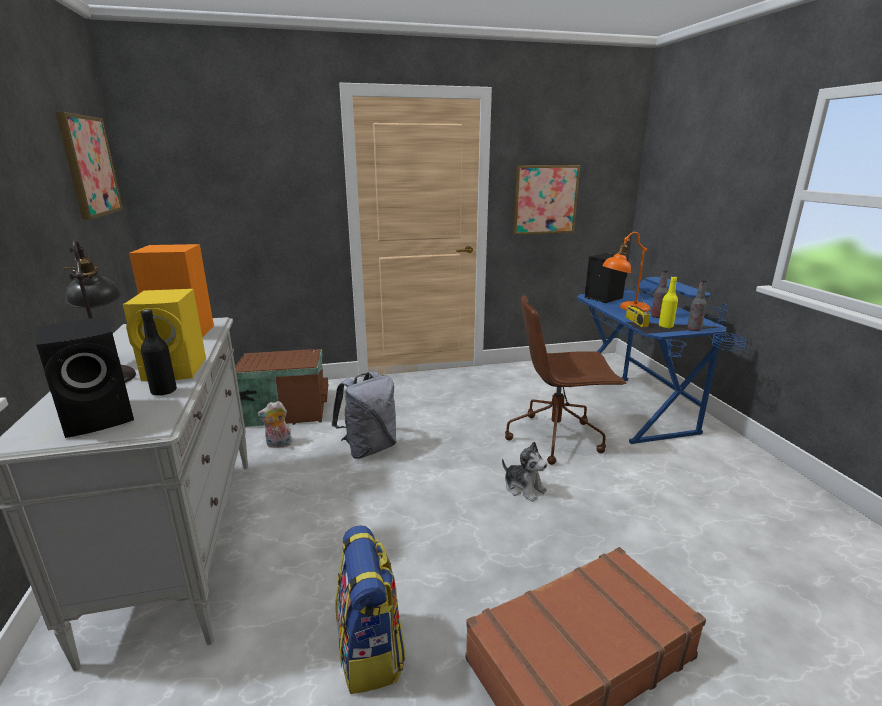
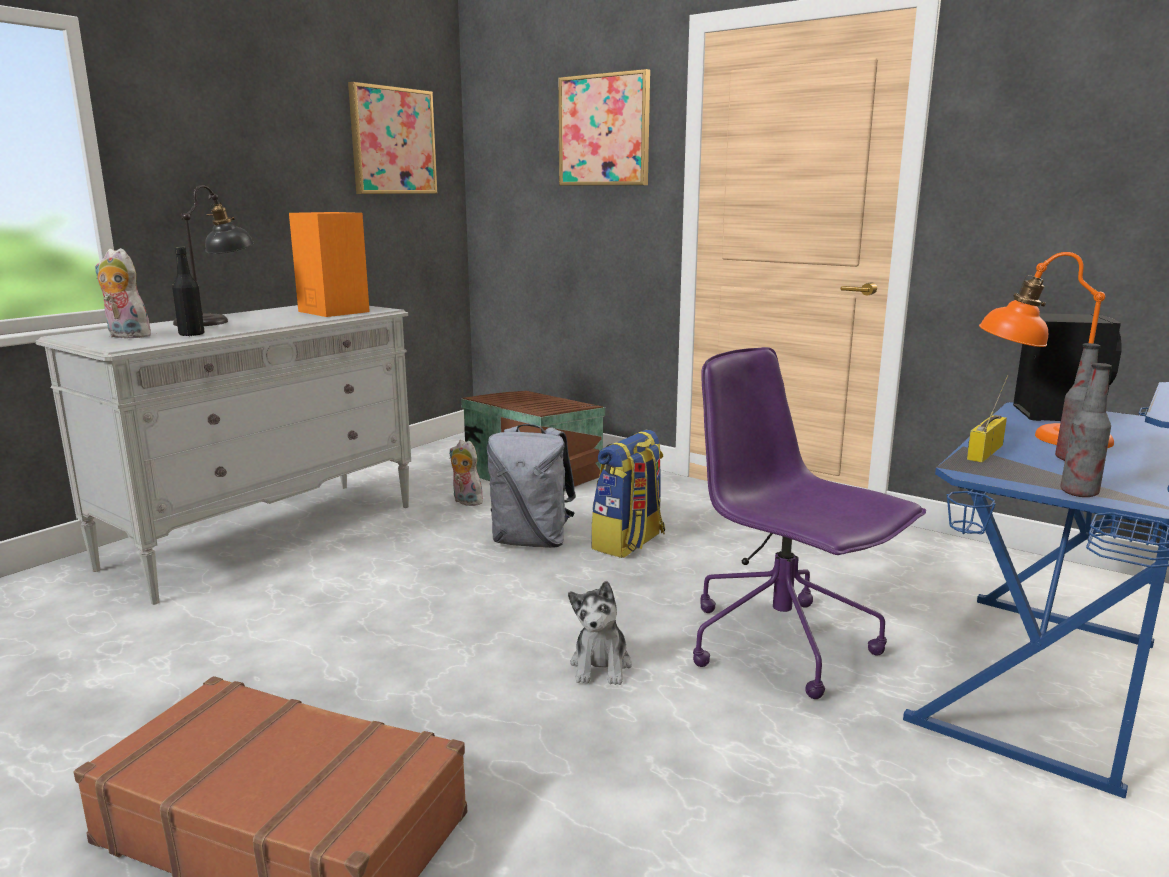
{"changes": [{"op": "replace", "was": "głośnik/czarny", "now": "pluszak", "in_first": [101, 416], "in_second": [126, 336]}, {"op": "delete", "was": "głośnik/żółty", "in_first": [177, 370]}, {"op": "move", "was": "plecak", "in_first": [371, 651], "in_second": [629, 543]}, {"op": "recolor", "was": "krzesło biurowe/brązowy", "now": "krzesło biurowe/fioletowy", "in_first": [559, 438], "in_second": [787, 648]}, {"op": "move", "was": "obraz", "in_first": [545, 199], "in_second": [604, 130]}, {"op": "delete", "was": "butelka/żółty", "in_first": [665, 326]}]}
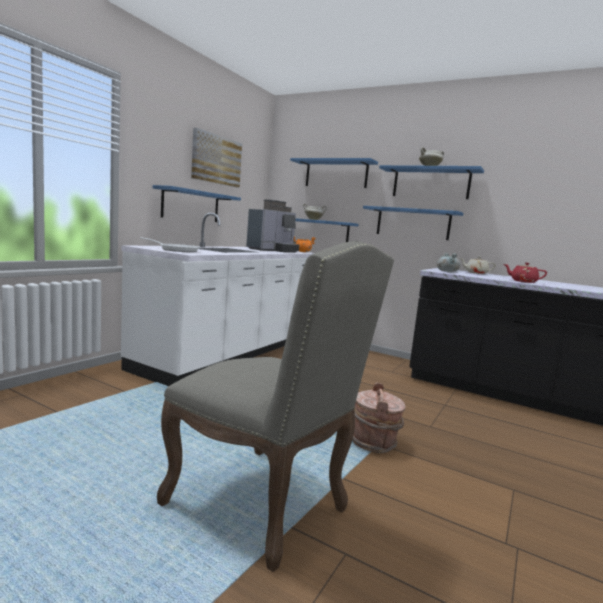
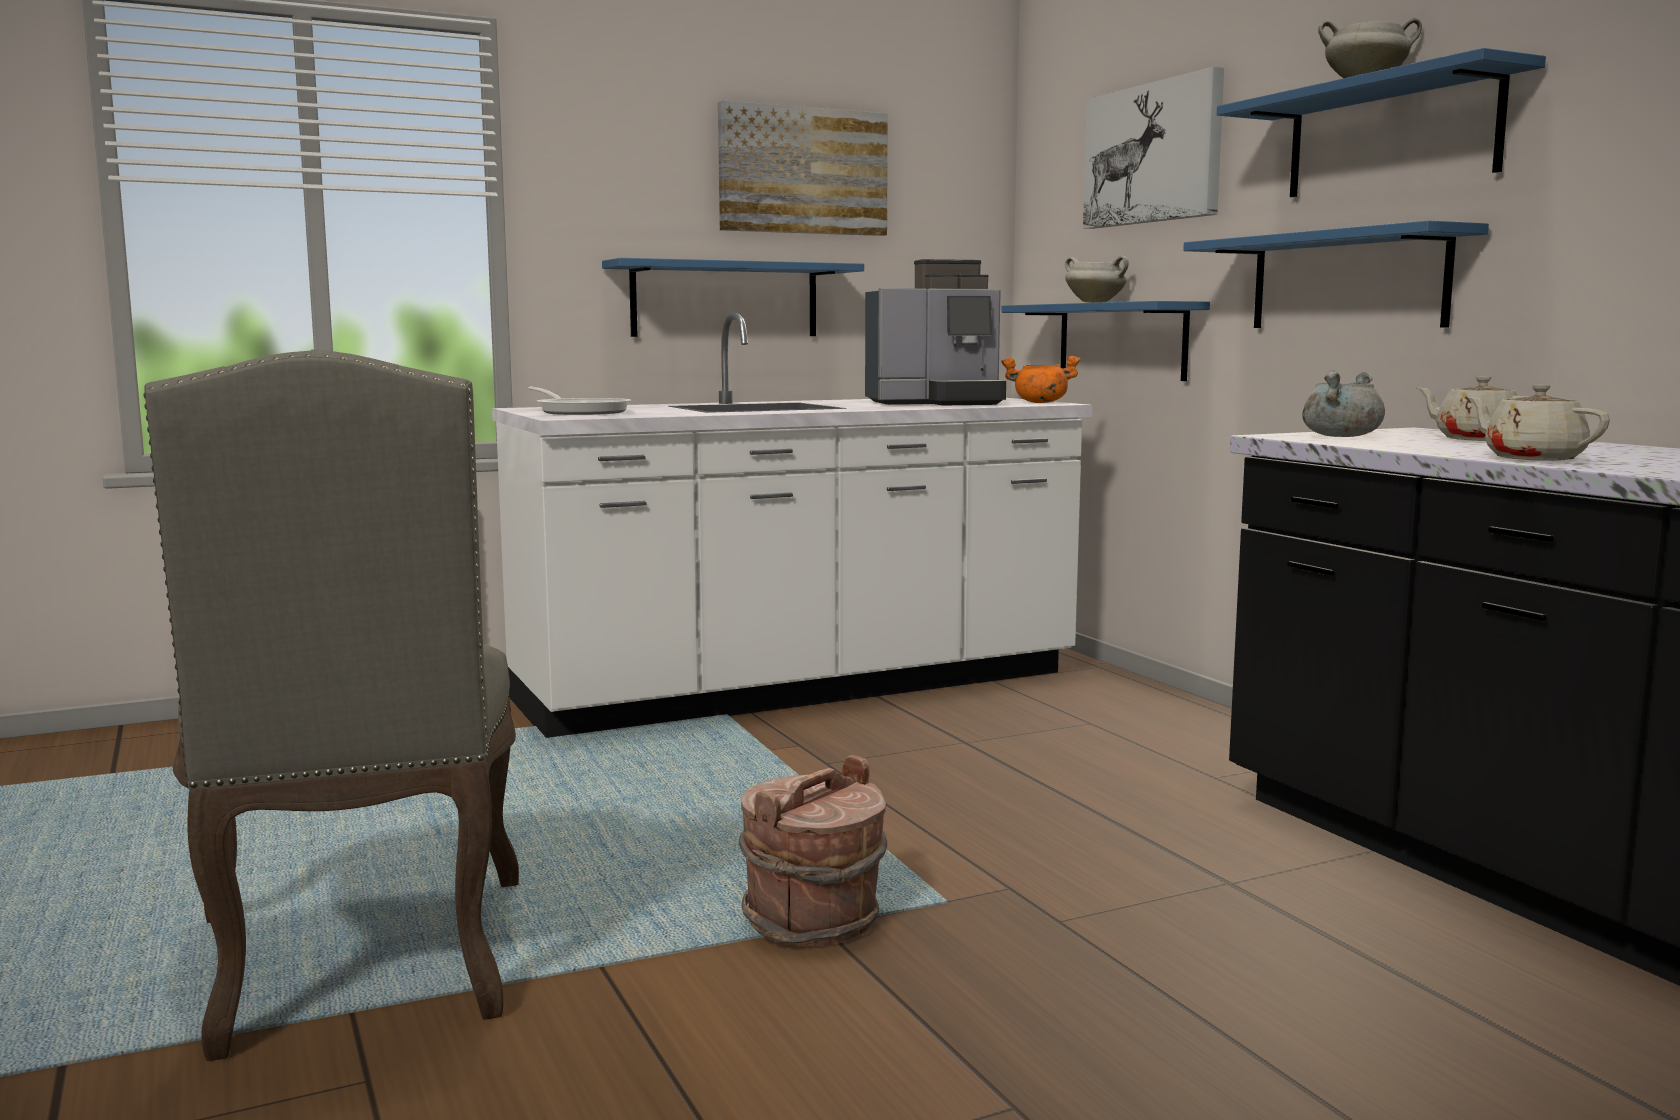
{"changes": [{"op": "replace", "was": "półka/niebieski", "now": "obraz", "in_first": [336, 174], "in_second": [1153, 154]}, {"op": "recolor", "was": "imbryk/czerwony", "now": "imbryk/beżowy", "in_first": [523, 281], "in_second": [1532, 458]}]}
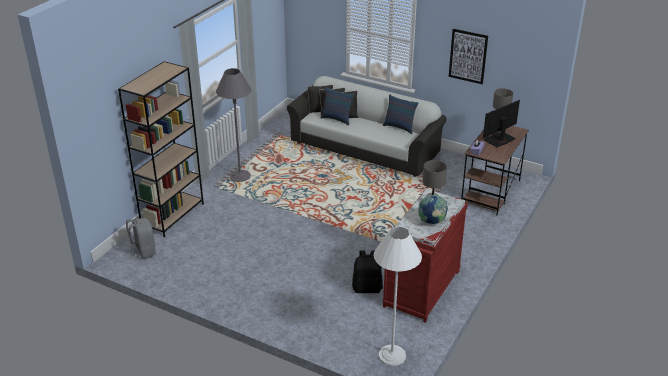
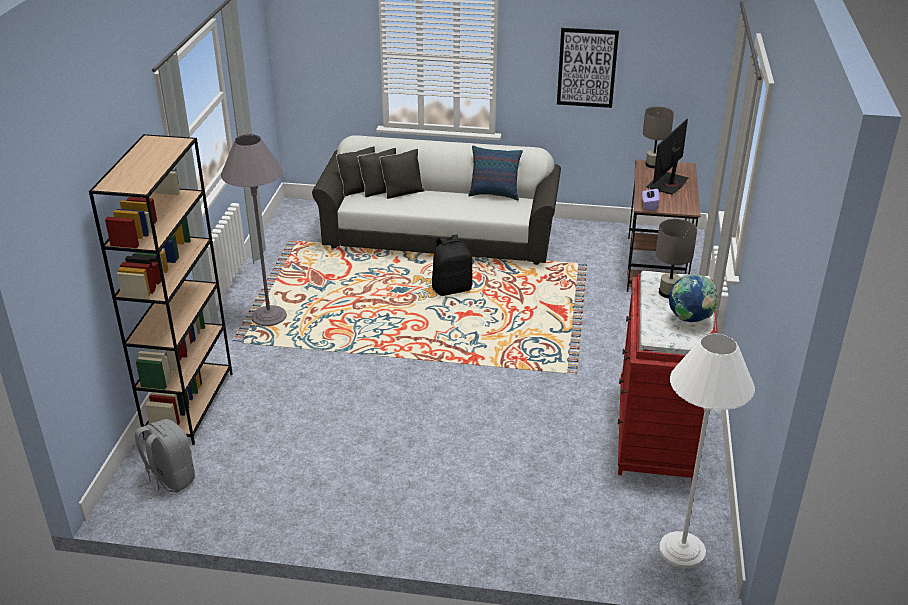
{"changes": [{"op": "delete", "was": "poduszka/niebieski", "in_first": [336, 119]}, {"op": "move", "was": "plecak/czarny", "in_first": [367, 288], "in_second": [452, 288]}]}
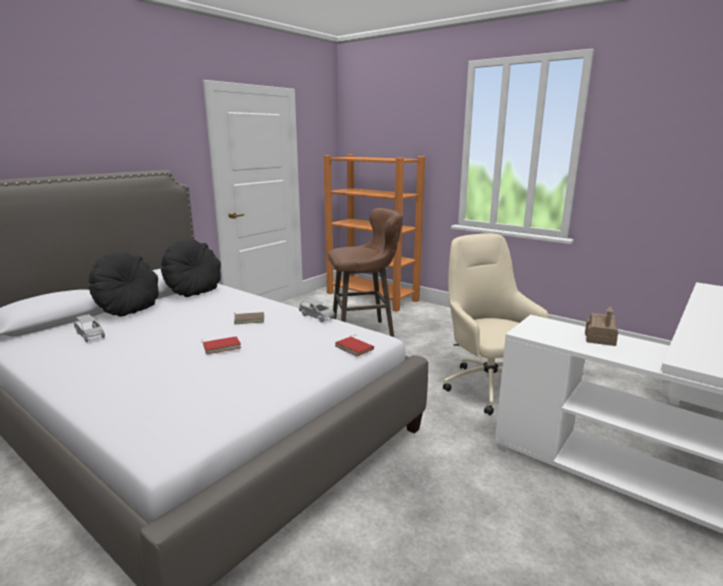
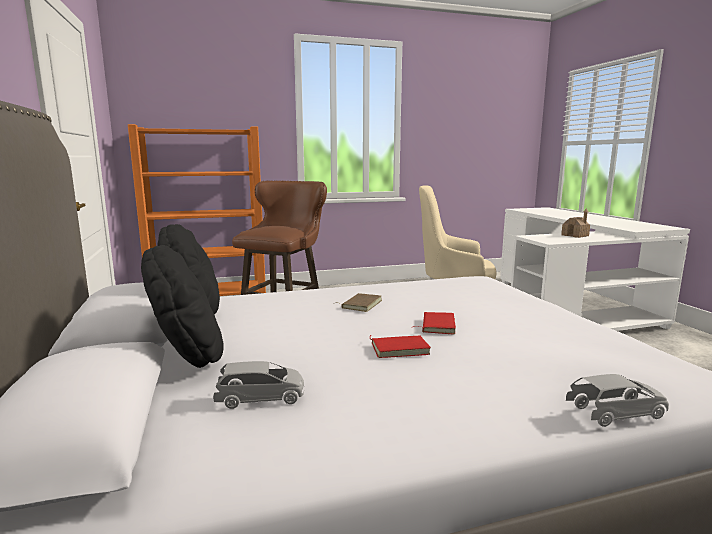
{"changes": [{"op": "move", "was": "samochodzik/szary", "in_first": [317, 317], "in_second": [616, 413]}, {"op": "move", "was": "książka/czerwony", "in_first": [355, 348], "in_second": [399, 349]}]}
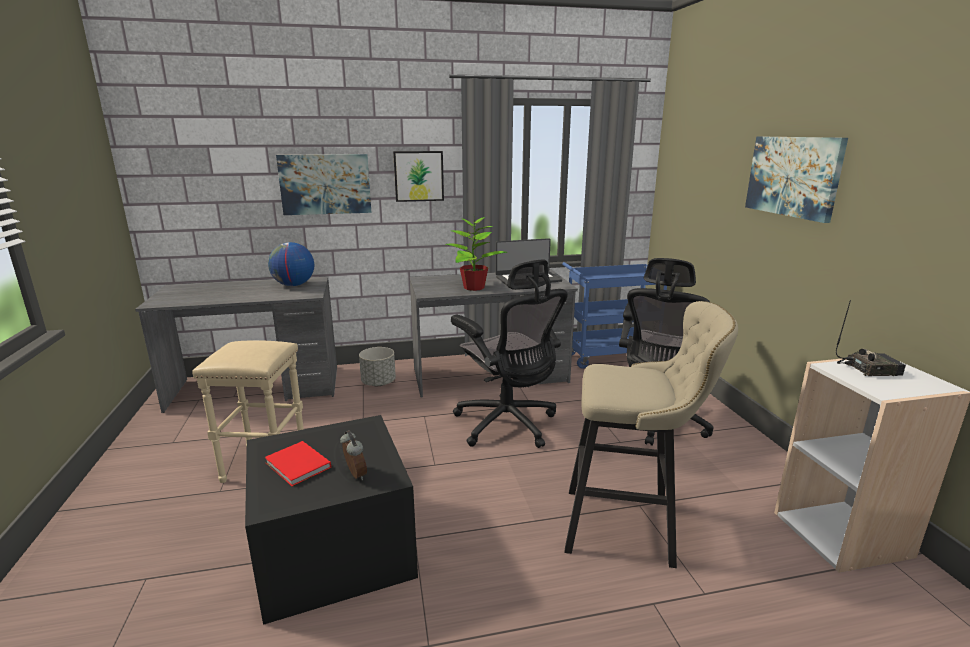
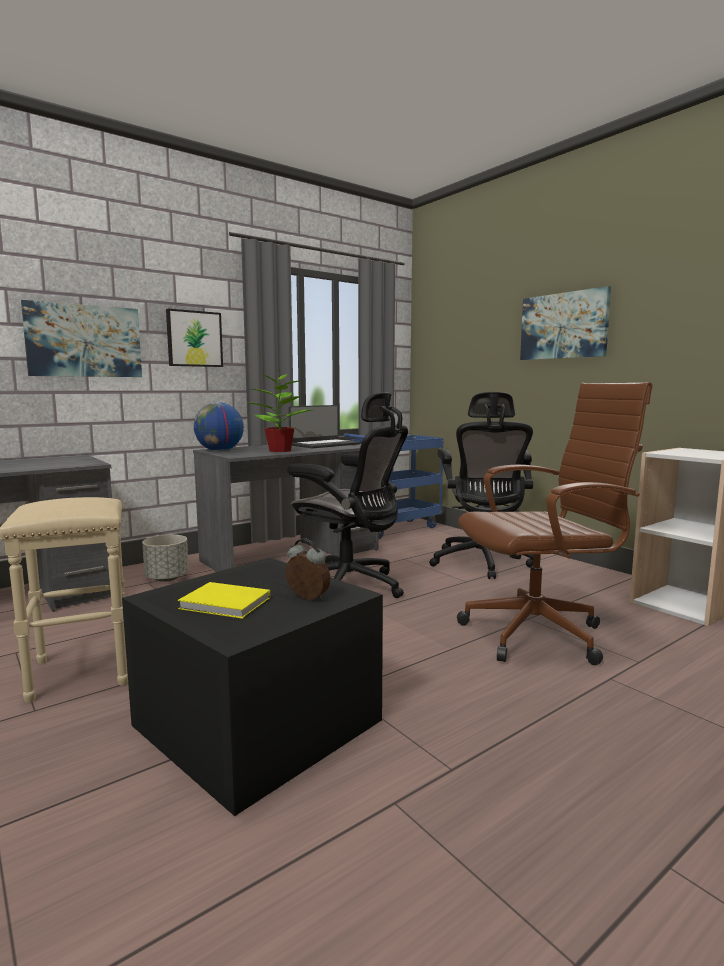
{"changes": [{"op": "recolor", "was": "książka/czerwony", "now": "książka/żółty", "in_first": [298, 466], "in_second": [226, 604]}, {"op": "move", "was": "globus", "in_first": [293, 285], "in_second": [219, 451]}, {"op": "replace", "was": "stołek/beżowy", "now": "krzesło biurowe/brązowy", "in_first": [634, 527], "in_second": [540, 634]}, {"op": "delete", "was": "radio", "in_first": [868, 369]}]}
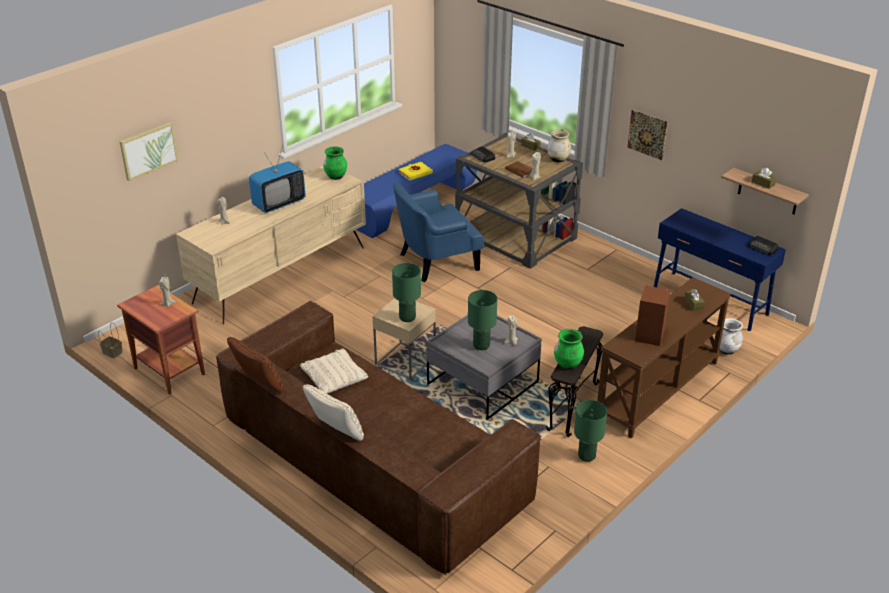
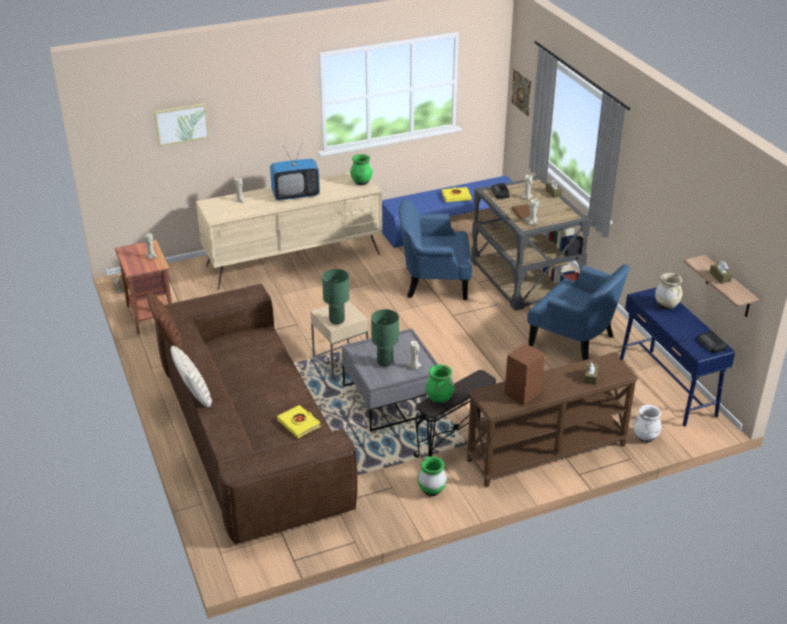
{"changes": [{"op": "delete", "was": "poduszka/beżowy", "in_first": [334, 377]}, {"op": "move", "was": "wazon/beżowy", "in_first": [558, 159], "in_second": [666, 305]}, {"op": "replace", "was": "lampa stołowa/zielony", "now": "wazon/zielony", "in_first": [586, 457], "in_second": [431, 490]}, {"op": "move", "was": "obraz", "in_first": [647, 134], "in_second": [521, 92]}, {"op": "insert", "now": "książka/żółty", "in_second": [299, 424]}, {"op": "insert", "now": "fotel/niebieski", "in_second": [574, 340]}]}
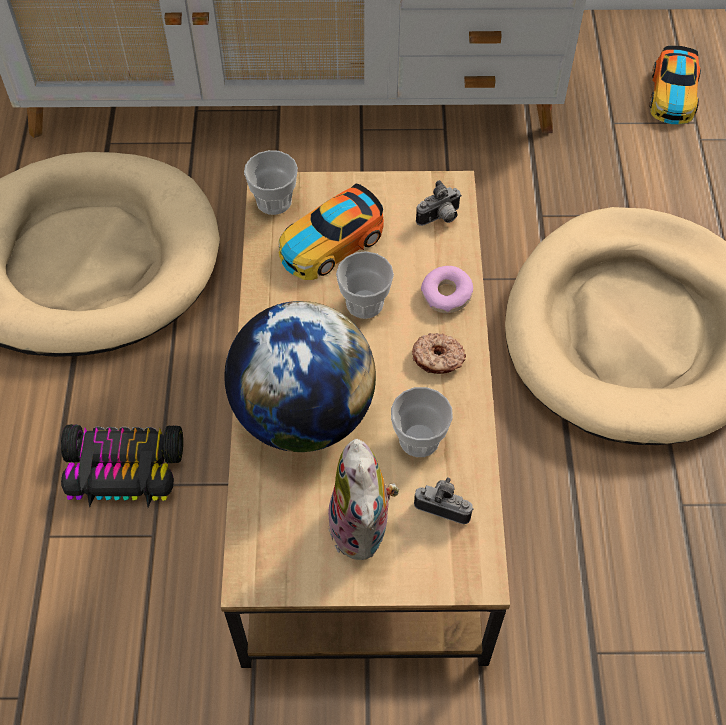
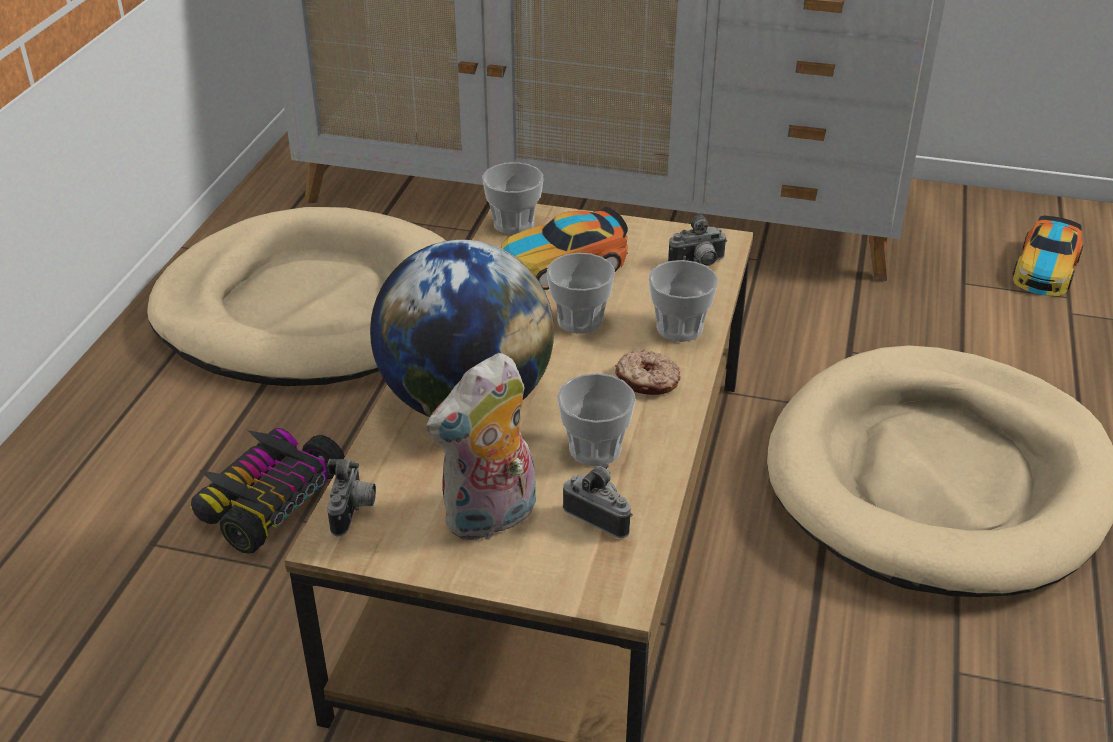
{"changes": [{"op": "rotate", "was": "samochodzik", "in_first": [123, 471], "in_second": [267, 500], "clockwise": 105}, {"op": "rotate", "was": "pluszak", "in_first": [363, 528], "in_second": [491, 519], "clockwise": 45}, {"op": "replace", "was": "donut", "now": "filiżanka", "in_first": [446, 295], "in_second": [679, 328]}, {"op": "insert", "now": "aparat fotograficzny", "in_second": [354, 512]}]}
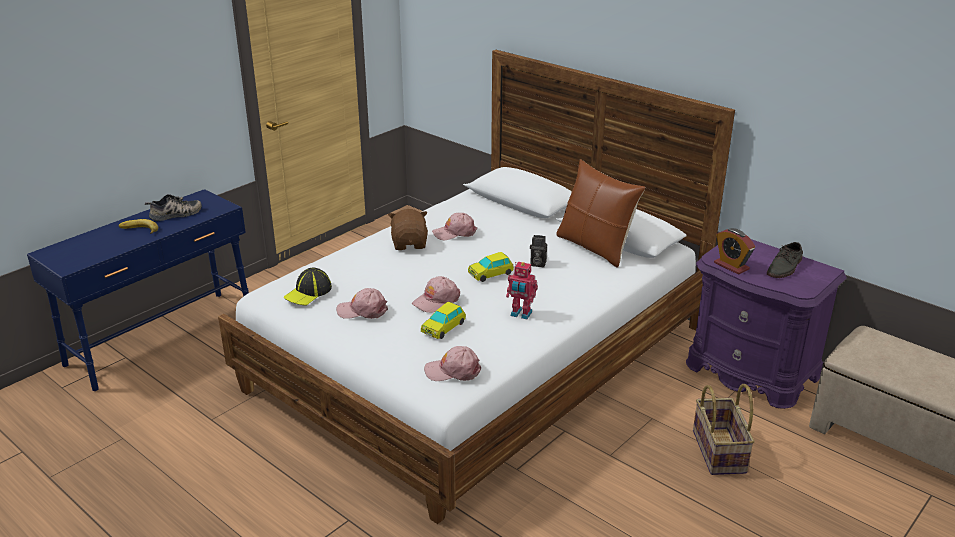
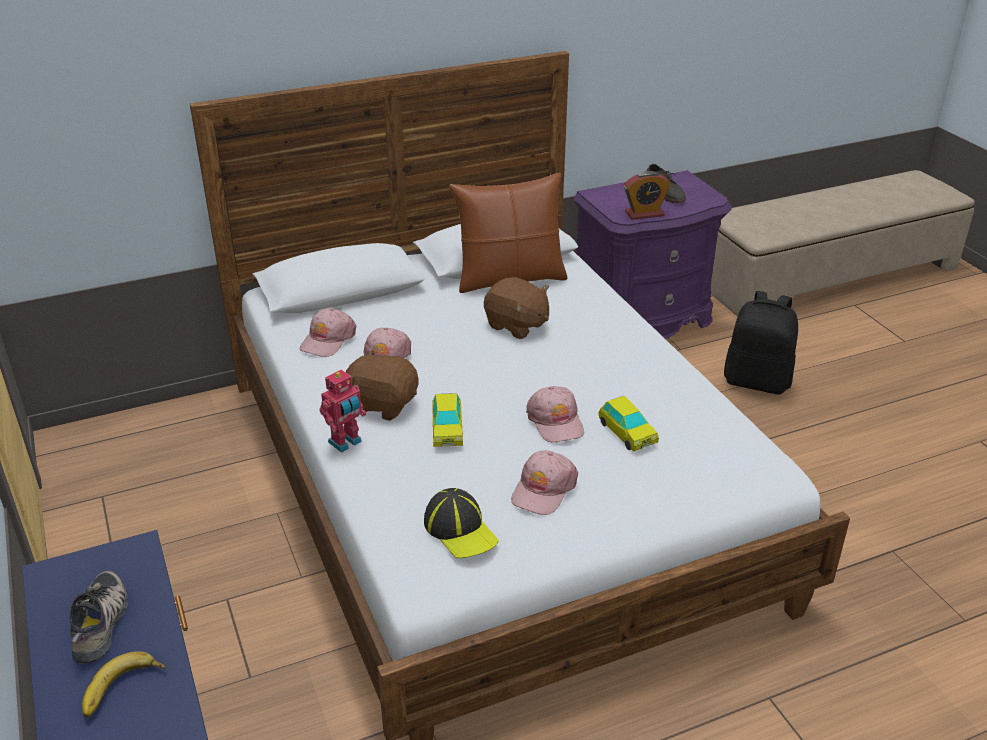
{"changes": [{"op": "move", "was": "czapka z daszkiem/różowy", "in_first": [453, 371], "in_second": [327, 340]}, {"op": "move", "was": "samochodzik", "in_first": [490, 274], "in_second": [447, 430]}, {"op": "move", "was": "robot zabawkowy", "in_first": [520, 314], "in_second": [346, 443]}, {"op": "replace", "was": "aparat fotograficzny", "now": "pluszak/brązowy", "in_first": [537, 264], "in_second": [516, 325]}, {"op": "replace", "was": "koszyk", "now": "plecak/czarny", "in_first": [720, 452], "in_second": [757, 381]}]}
